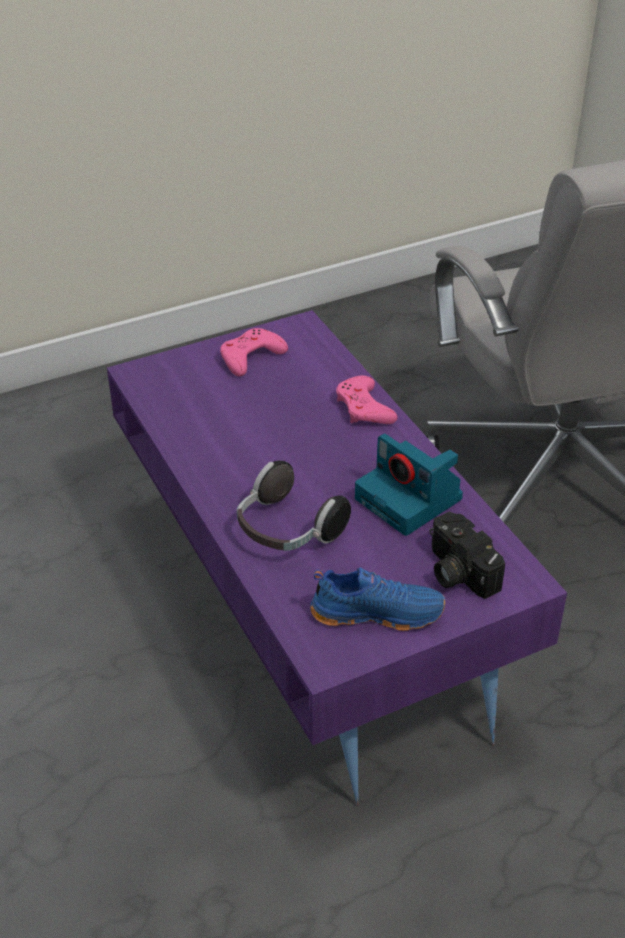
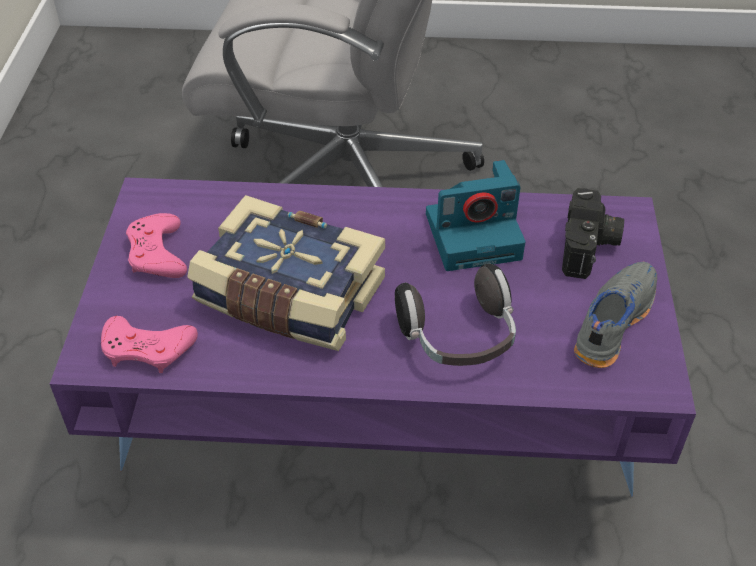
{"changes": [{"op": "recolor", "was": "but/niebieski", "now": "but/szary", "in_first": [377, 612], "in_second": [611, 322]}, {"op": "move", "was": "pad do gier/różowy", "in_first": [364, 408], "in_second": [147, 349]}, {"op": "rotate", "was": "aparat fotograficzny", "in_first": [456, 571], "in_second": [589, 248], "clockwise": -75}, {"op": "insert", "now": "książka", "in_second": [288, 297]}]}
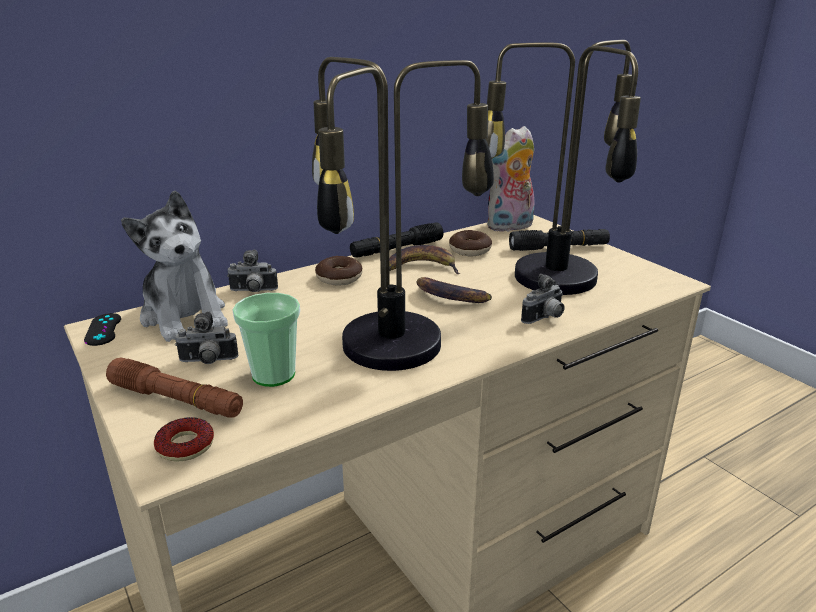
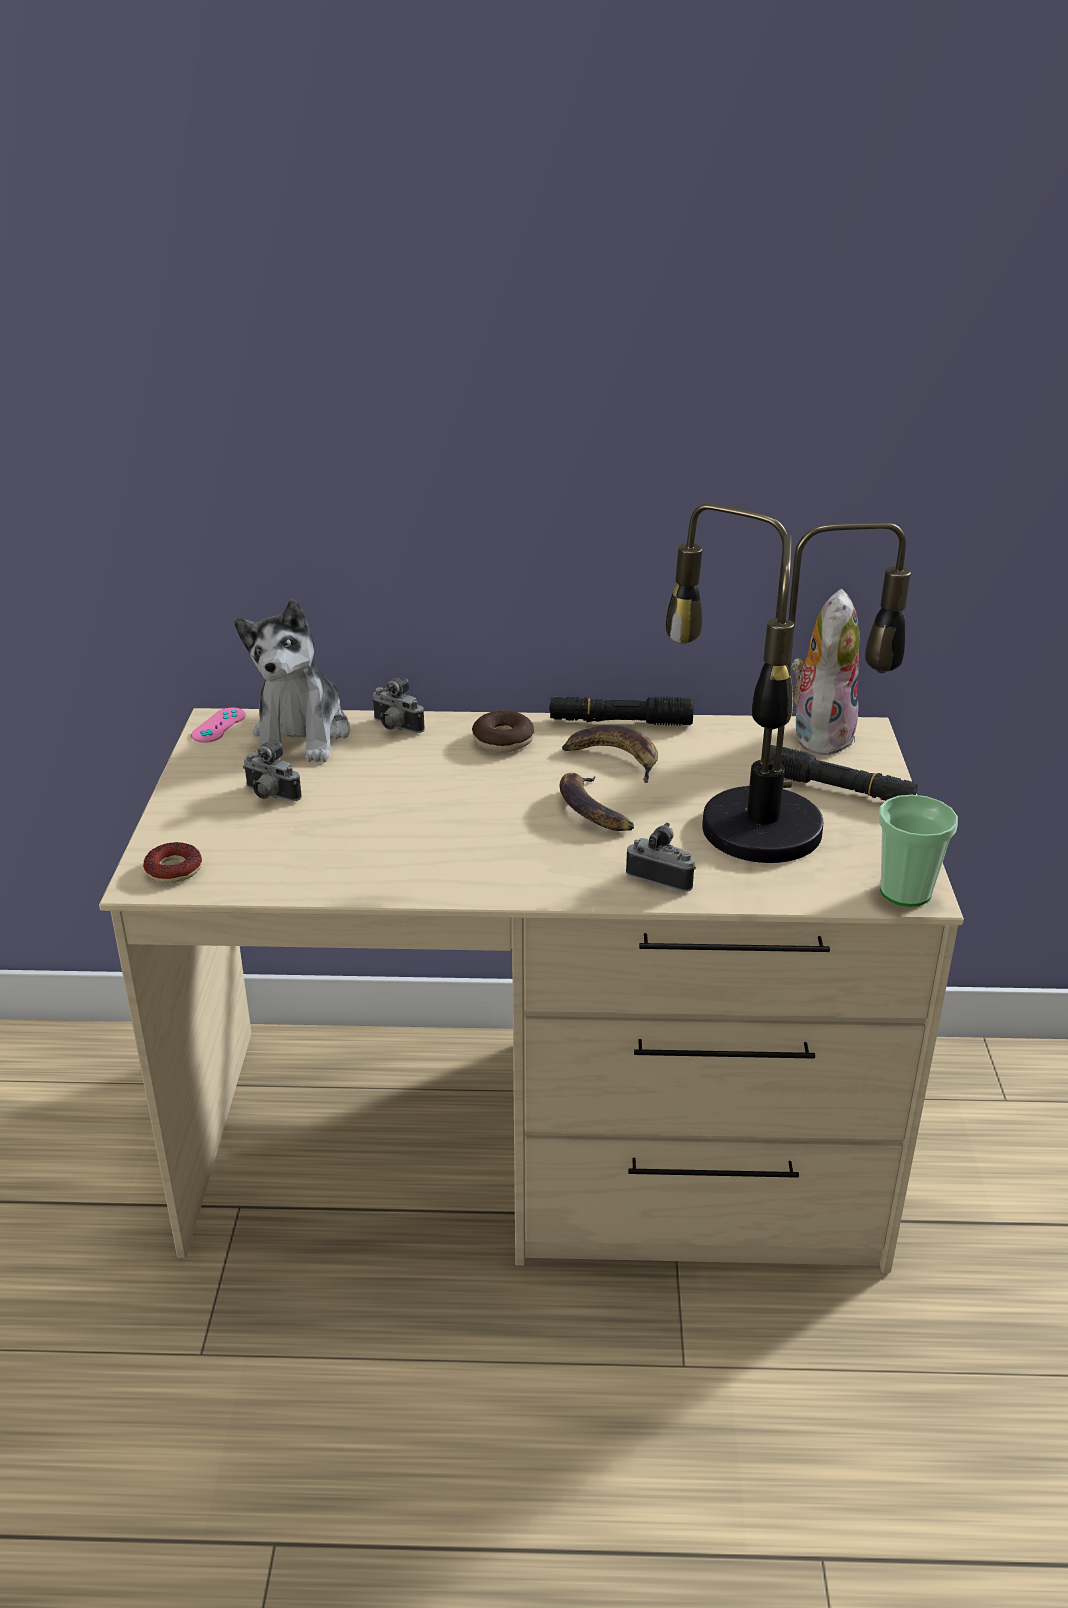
{"changes": [{"op": "recolor", "was": "pad do gier/czarny", "now": "pad do gier/różowy", "in_first": [103, 329], "in_second": [219, 725]}, {"op": "delete", "was": "latarka/brązowy", "in_first": [176, 400]}, {"op": "move", "was": "filiżanka", "in_first": [273, 375], "in_second": [905, 892]}, {"op": "delete", "was": "lampa stołowa", "in_first": [390, 343]}, {"op": "delete", "was": "donut", "in_first": [470, 250]}, {"op": "rotate", "was": "pluszak", "in_first": [510, 227], "in_second": [819, 734], "clockwise": 105}, {"op": "rotate", "was": "aparat fotograficzny", "in_first": [544, 318], "in_second": [662, 877], "clockwise": -150}]}
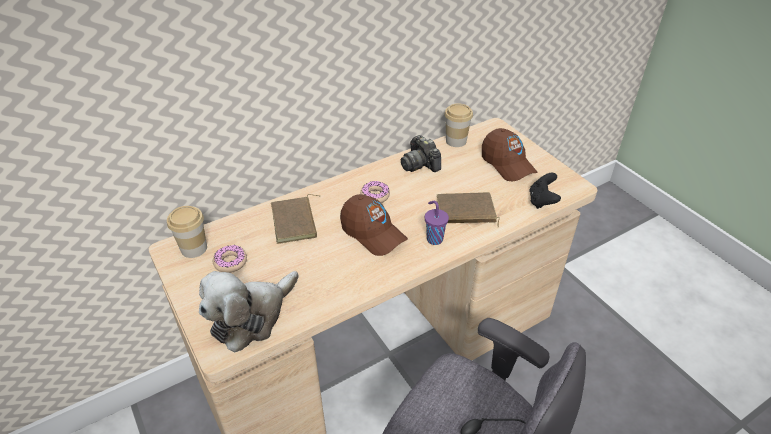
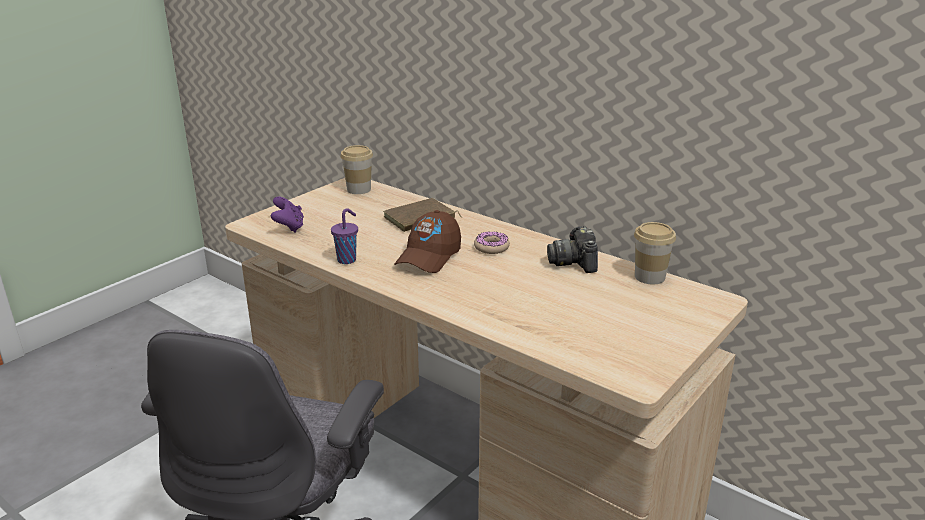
{"changes": [{"op": "replace", "was": "pluszak", "now": "pad do gier/fioletowy", "in_first": [251, 317], "in_second": [289, 227]}, {"op": "delete", "was": "donut", "in_first": [230, 262]}, {"op": "rotate", "was": "aparat fotograficzny", "in_first": [420, 164], "in_second": [574, 262], "clockwise": -45}, {"op": "move", "was": "filiżanka/fioletowy", "in_first": [434, 239], "in_second": [347, 259]}, {"op": "delete", "was": "książka/brązowy", "in_first": [465, 212]}, {"op": "delete", "was": "czapka z daszkiem/brązowy", "in_first": [507, 164]}, {"op": "delete", "was": "pad do gier/czarny", "in_first": [542, 201]}]}
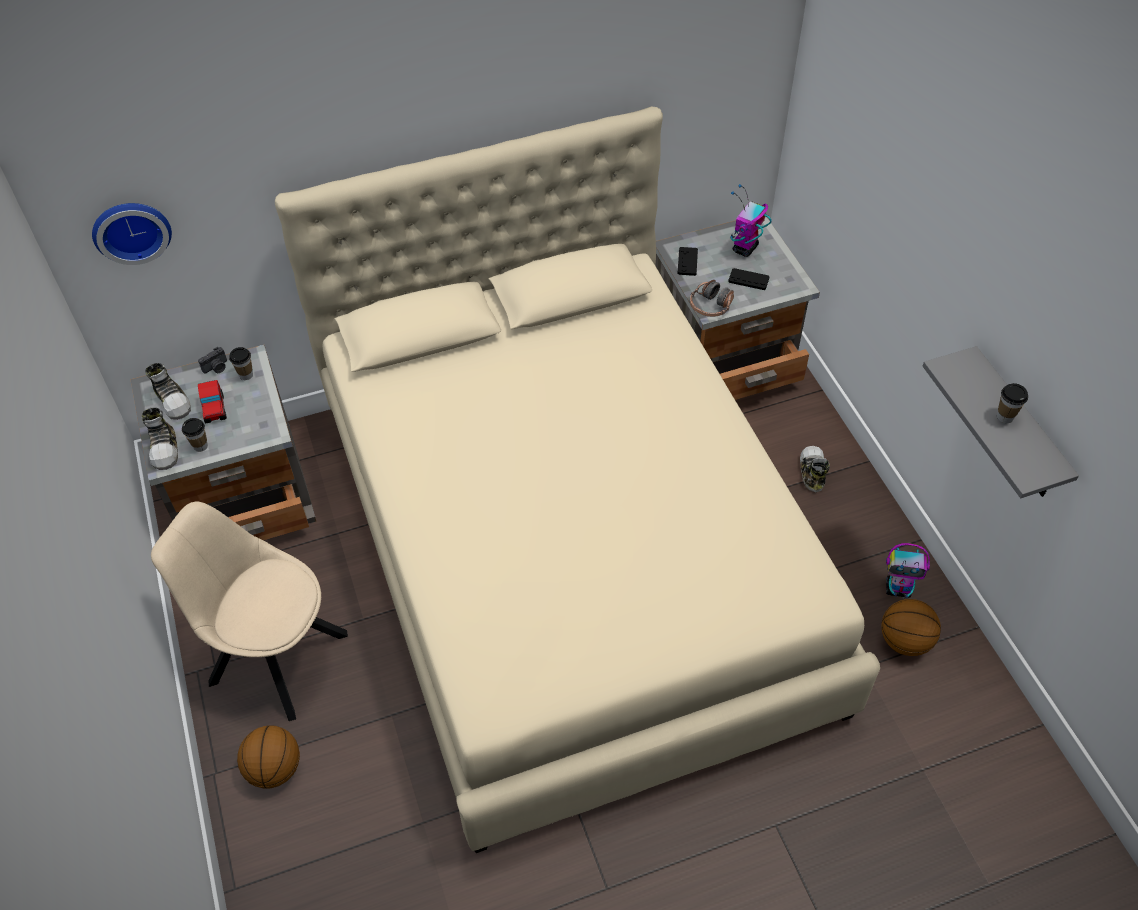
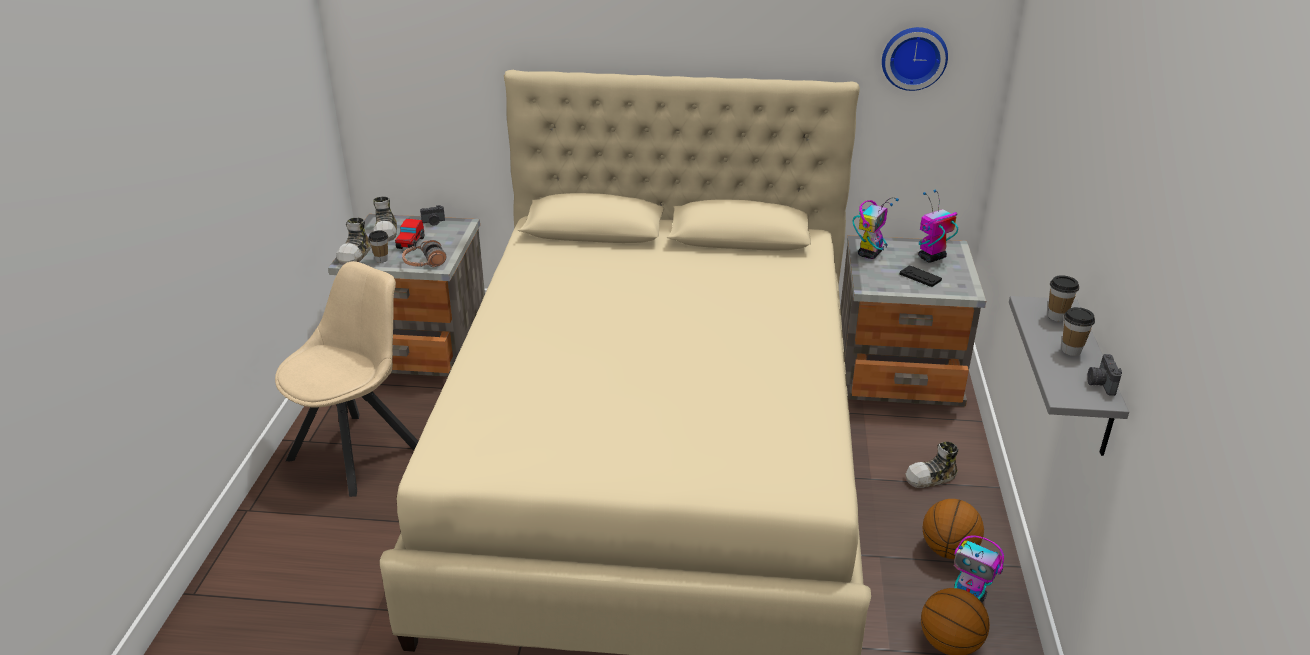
{"changes": [{"op": "move", "was": "zegar ścienny", "in_first": [131, 229], "in_second": [914, 57]}, {"op": "rotate", "was": "krzesło/beżowy", "in_first": [275, 656], "in_second": [357, 451], "clockwise": 75}, {"op": "move", "was": "filiżanka", "in_first": [246, 375], "in_second": [1057, 317]}, {"op": "move", "was": "piłka do koszykówki", "in_first": [275, 768], "in_second": [948, 550]}, {"op": "replace", "was": "pad do gier/czarny", "now": "robot zabawkowy", "in_first": [687, 262], "in_second": [870, 253]}, {"op": "move", "was": "słuchawki", "in_first": [710, 306], "in_second": [424, 263]}, {"op": "rotate", "was": "but", "in_first": [811, 472], "in_second": [931, 477], "clockwise": -135}, {"op": "insert", "now": "aparat fotograficzny", "in_second": [1100, 384]}]}
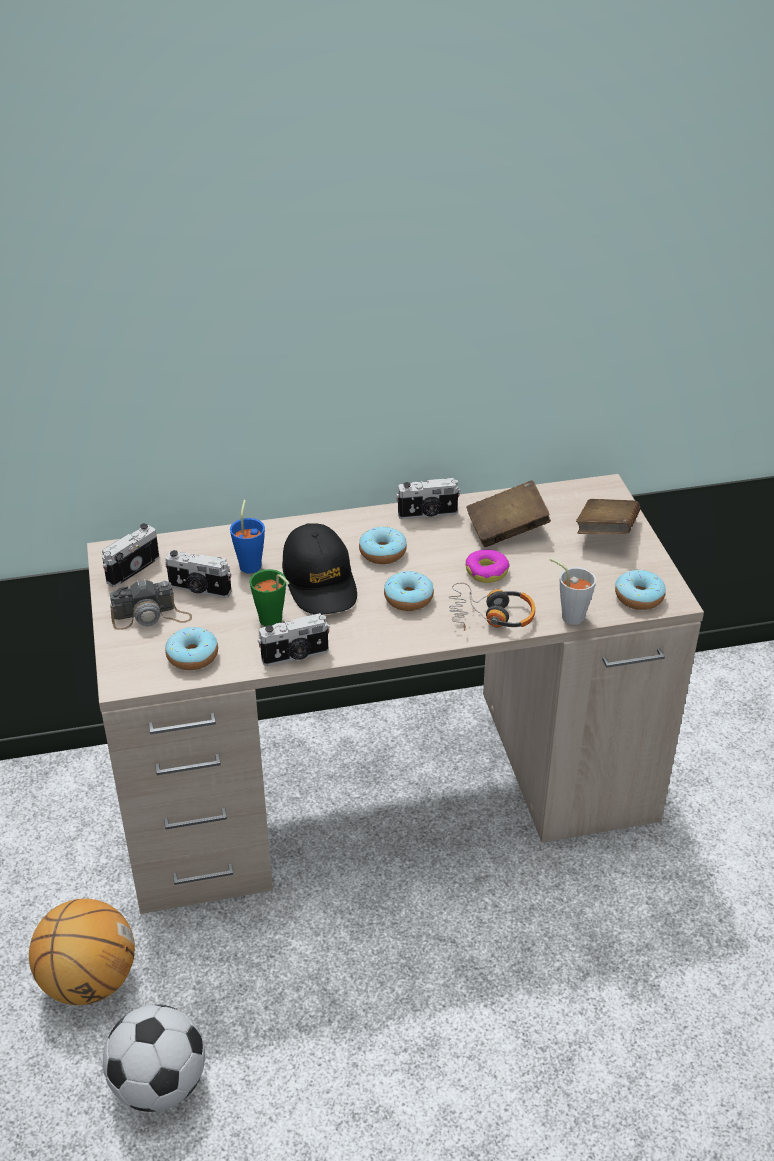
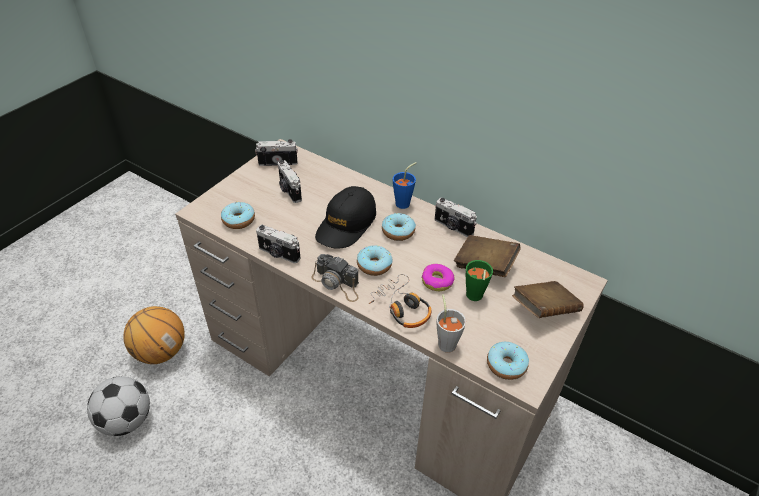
{"changes": [{"op": "move", "was": "aparat fotograficzny", "in_first": [151, 616], "in_second": [337, 283]}, {"op": "move", "was": "filiżanka/niebieski", "in_first": [251, 563], "in_second": [405, 202]}, {"op": "move", "was": "filiżanka/zielony", "in_first": [273, 622], "in_second": [474, 298]}]}
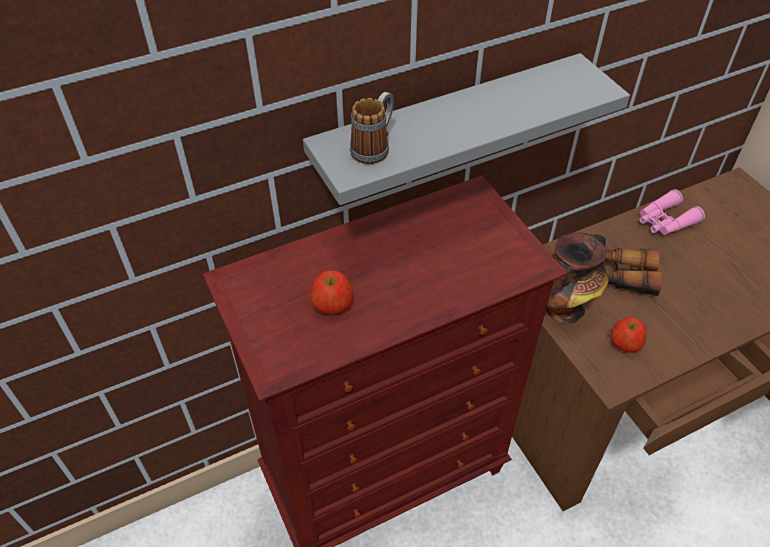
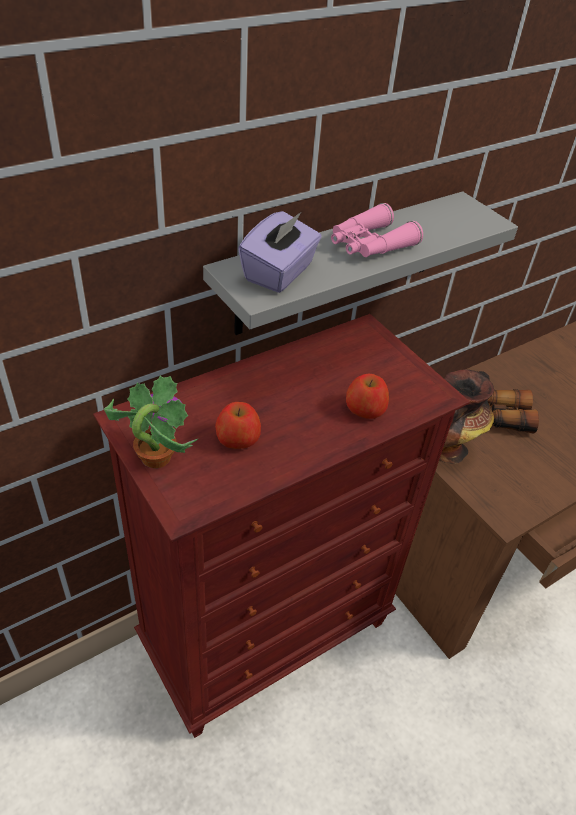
{"changes": [{"op": "replace", "was": "kubek", "now": "pudełko chusteczek/fioletowy", "in_first": [374, 147], "in_second": [279, 273]}, {"op": "move", "was": "jabłko", "in_first": [625, 343], "in_second": [365, 409]}, {"op": "move", "was": "lornetka/różowy", "in_first": [665, 221], "in_second": [369, 244]}, {"op": "insert", "now": "roślina doniczkowa", "in_second": [155, 457]}]}
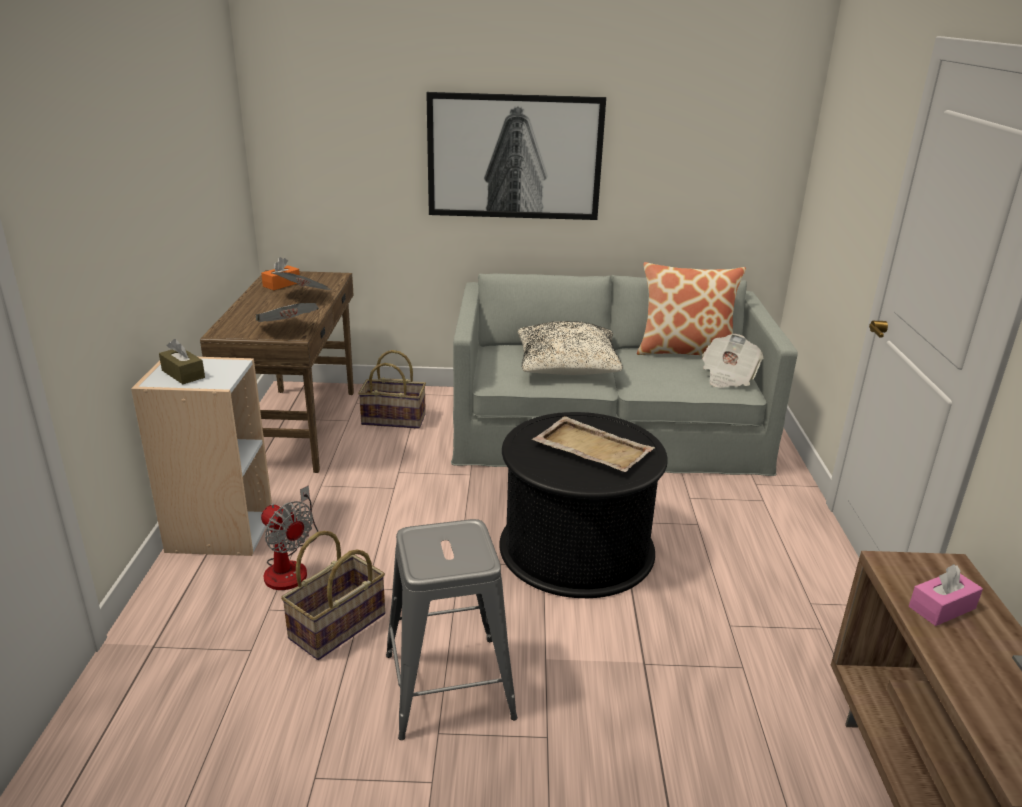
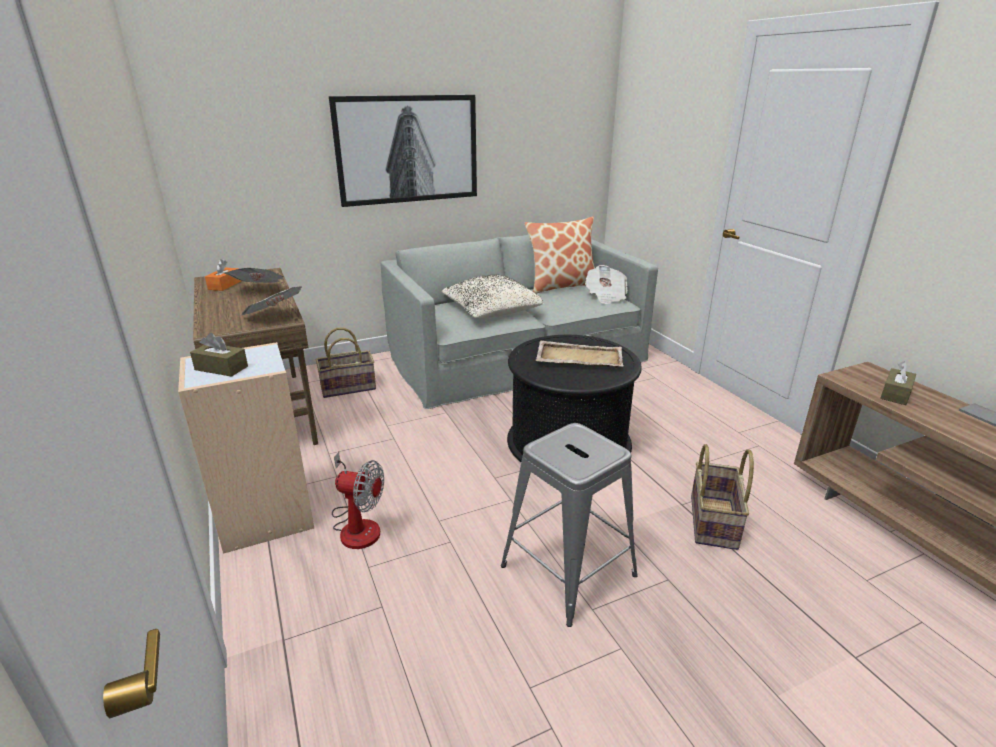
{"changes": [{"op": "move", "was": "koszyk", "in_first": [338, 627], "in_second": [714, 522]}, {"op": "recolor", "was": "pudełko chusteczek/różowy", "now": "pudełko chusteczek/brązowy", "in_first": [942, 607], "in_second": [895, 394]}]}
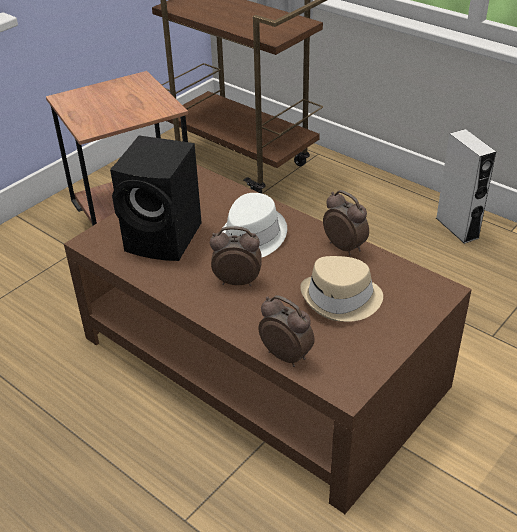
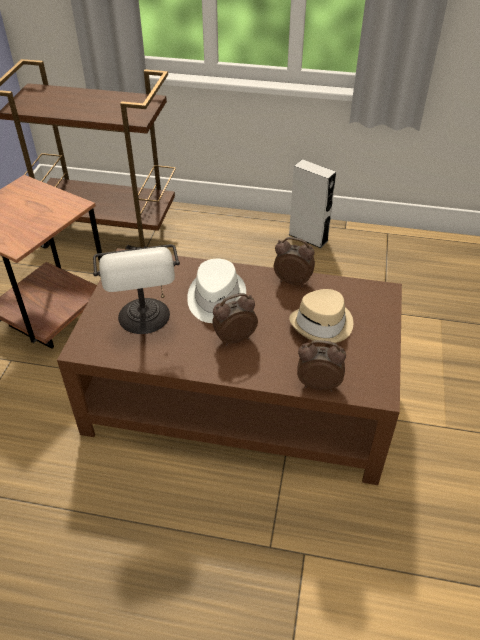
{"changes": [{"op": "replace", "was": "głośnik/czarny", "now": "lampa stołowa", "in_first": [166, 238], "in_second": [146, 323]}]}
